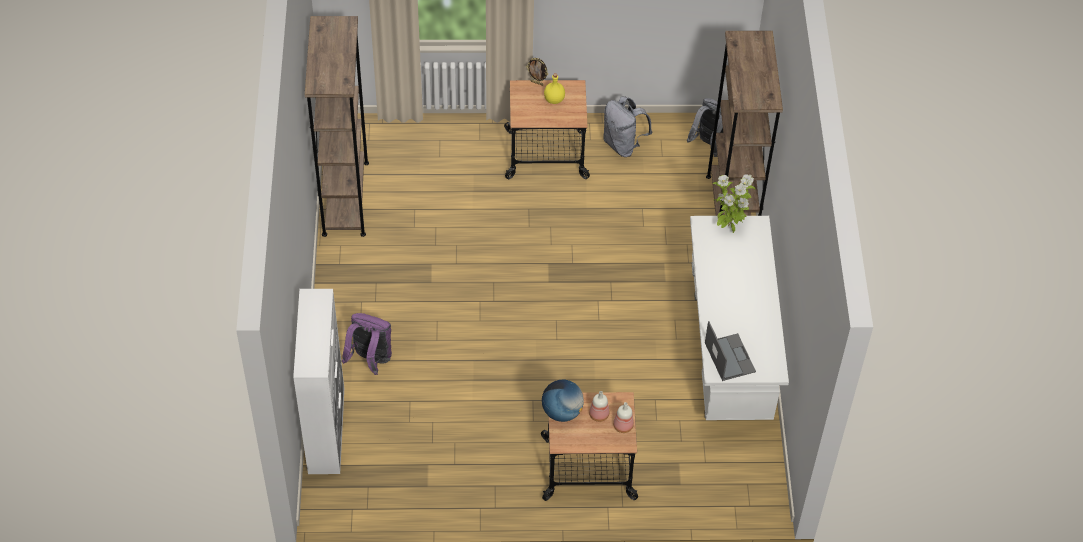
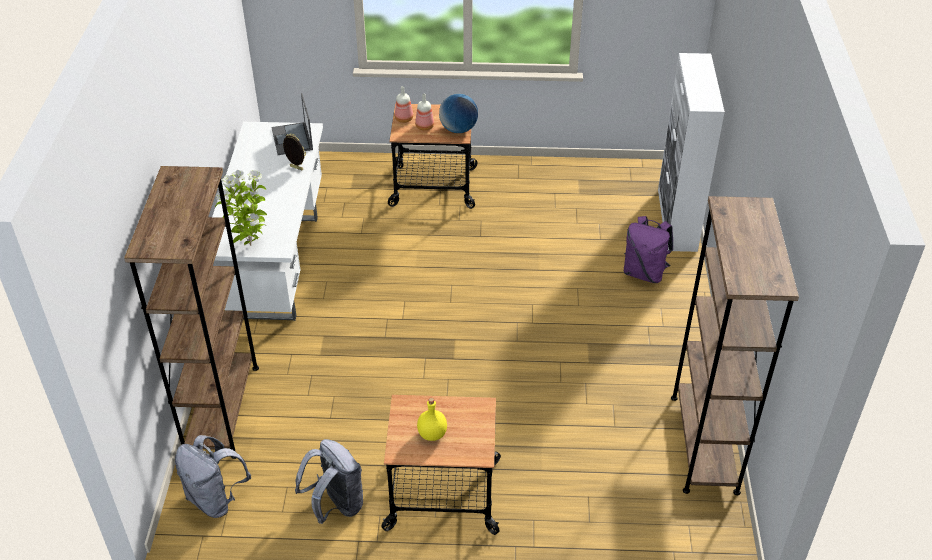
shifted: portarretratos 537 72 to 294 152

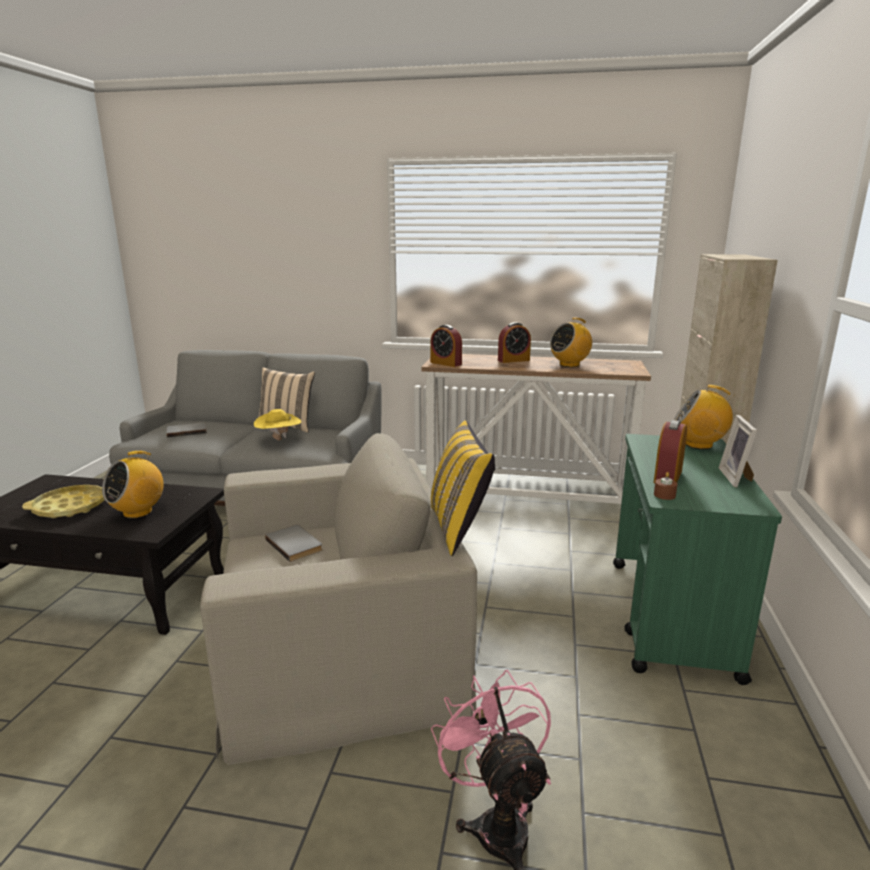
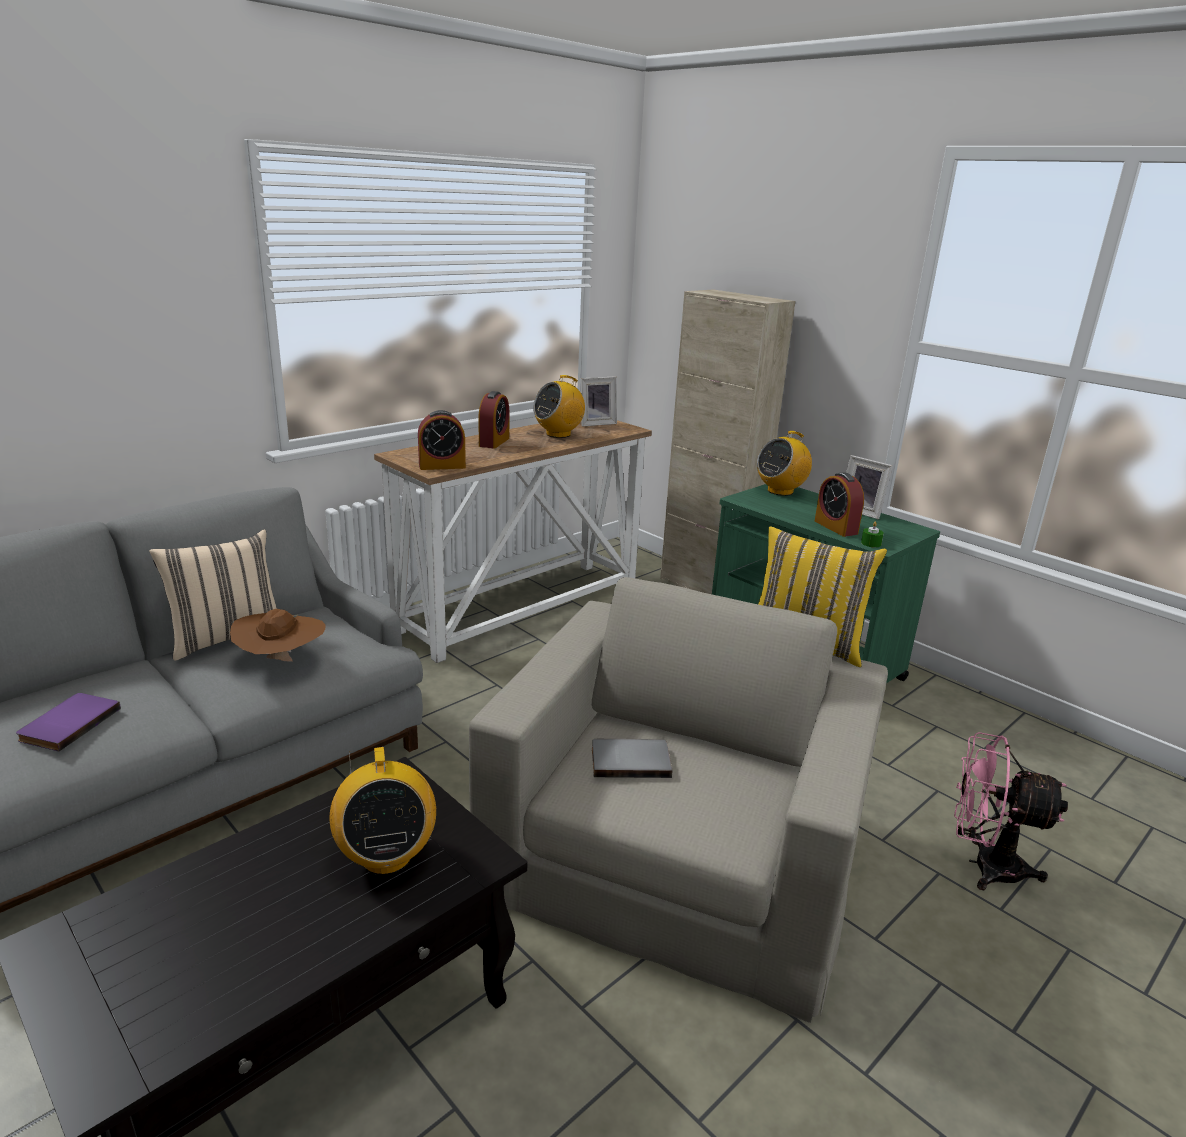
gone: bandeja/amarillo 63 501
new: portarretratos 599 401
repainted: libro/gris 186 430 to libro/morado 68 722; sombrero/amarillo 277 425 to sombrero/marrón 278 635; vela/marrón 666 486 to vela/verde 872 534
rotated: radio 571 342 = 559 406 45 degrees clockwise

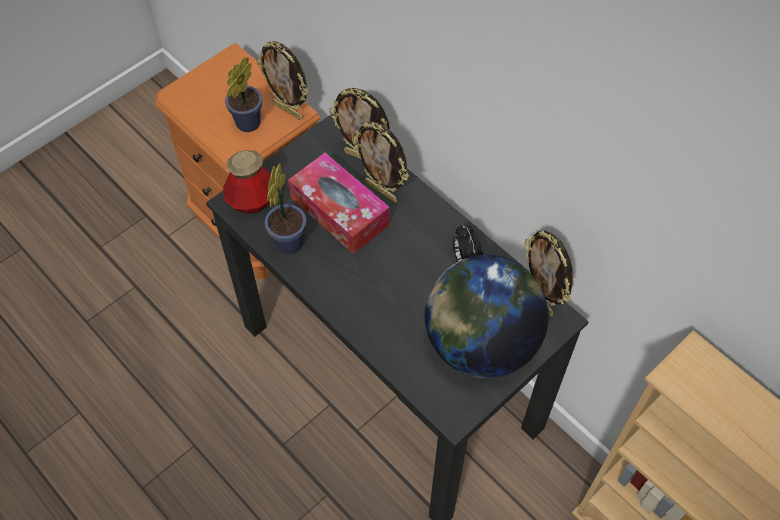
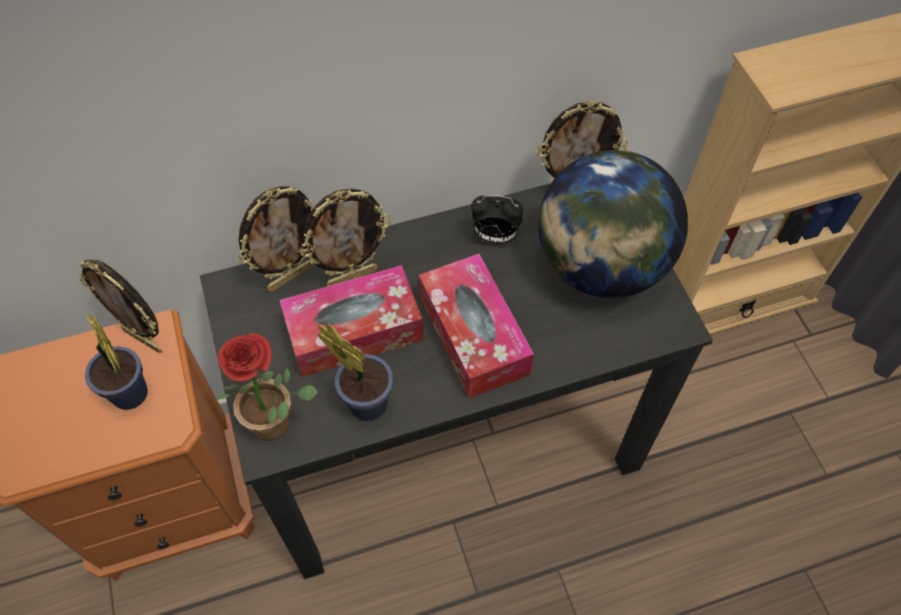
new: caja de pañuelos 476 326
swapped: botella 247 182 to planta en maceta 267 387
rotated: portarretratos 282 80 = 120 306 60 degrees clockwise

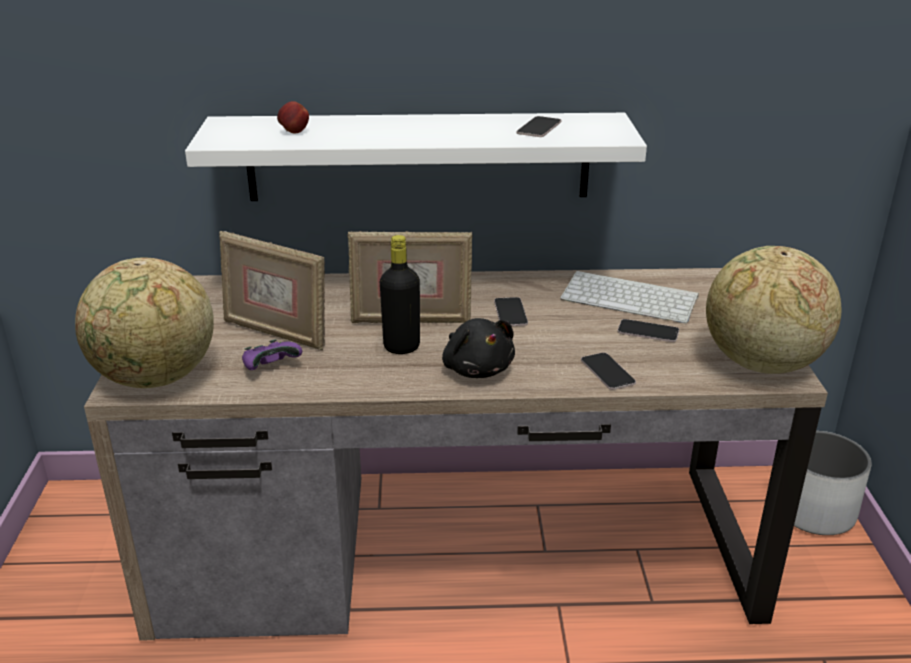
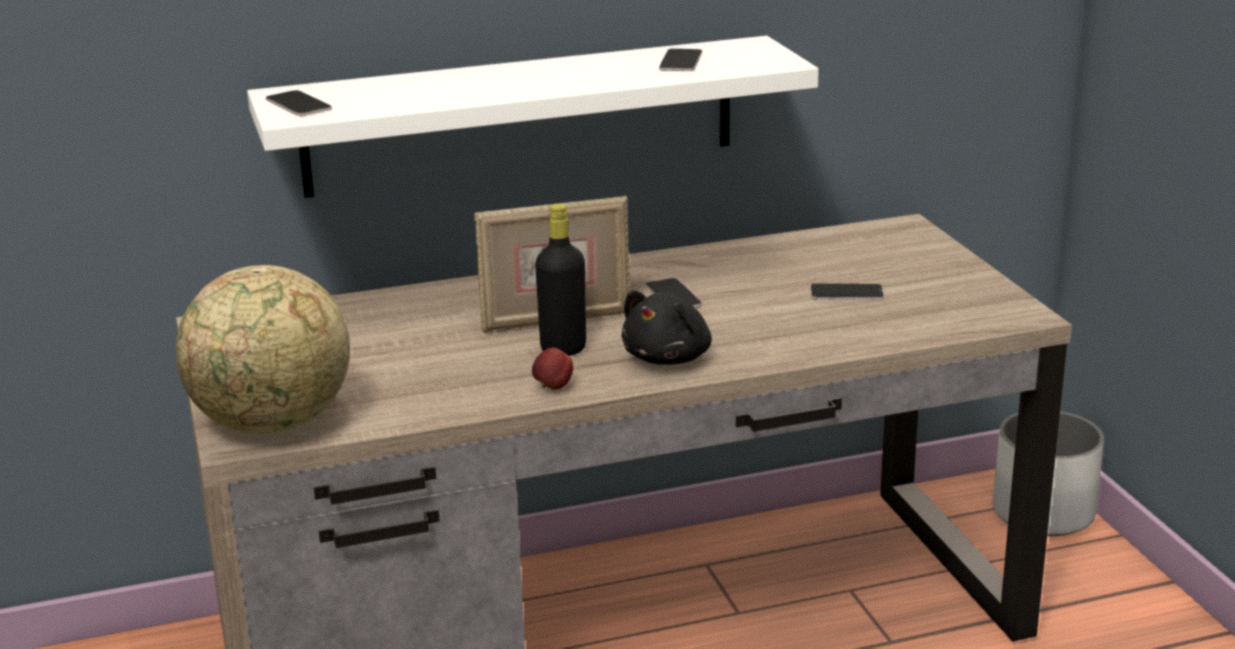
gone: portarretratos 272 290; mando de consola/morado 272 354; teclado 629 297; globo terráqueo 773 310
shifted: manzana 293 117 to 552 369; móvil 608 371 to 299 103
rotated: peluche/negro 478 348 = 666 327 75 degrees clockwise

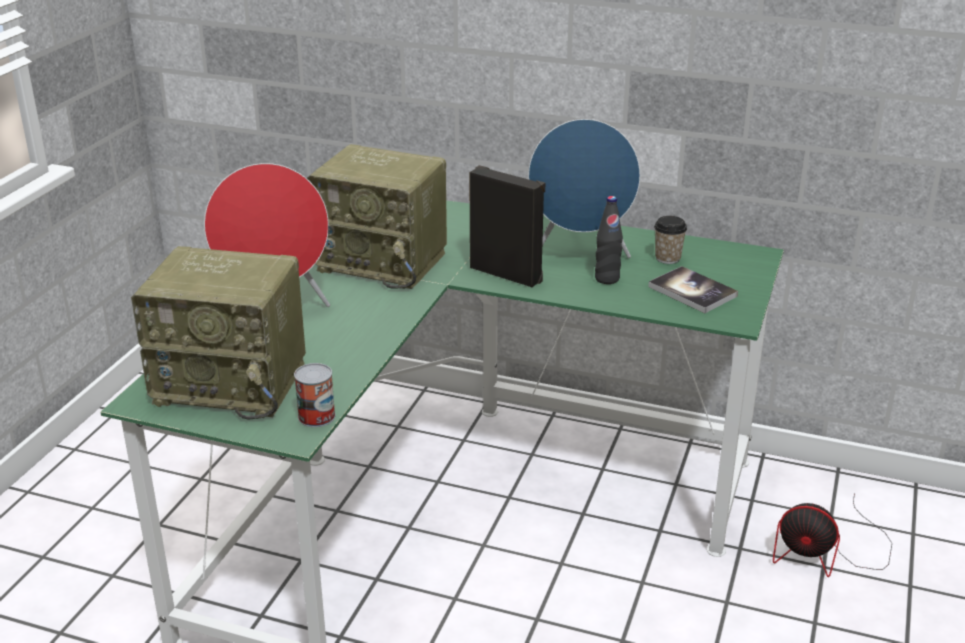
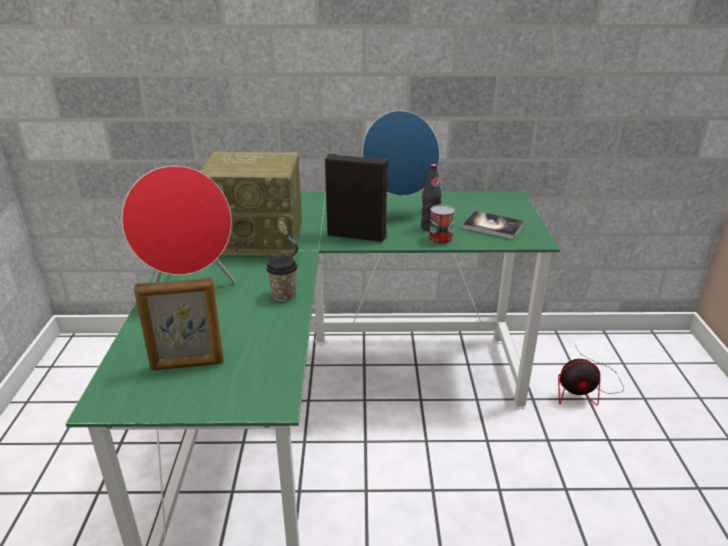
shifted: lata 314 395 to 442 225; taza 670 240 to 282 279
swapped: radio 218 333 to portarretratos 178 324

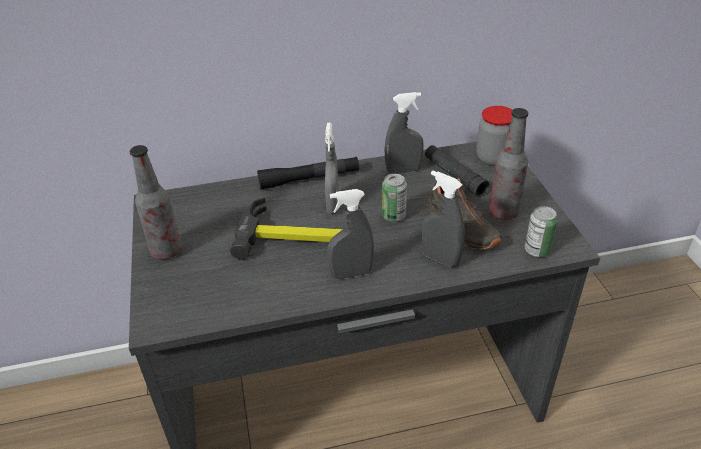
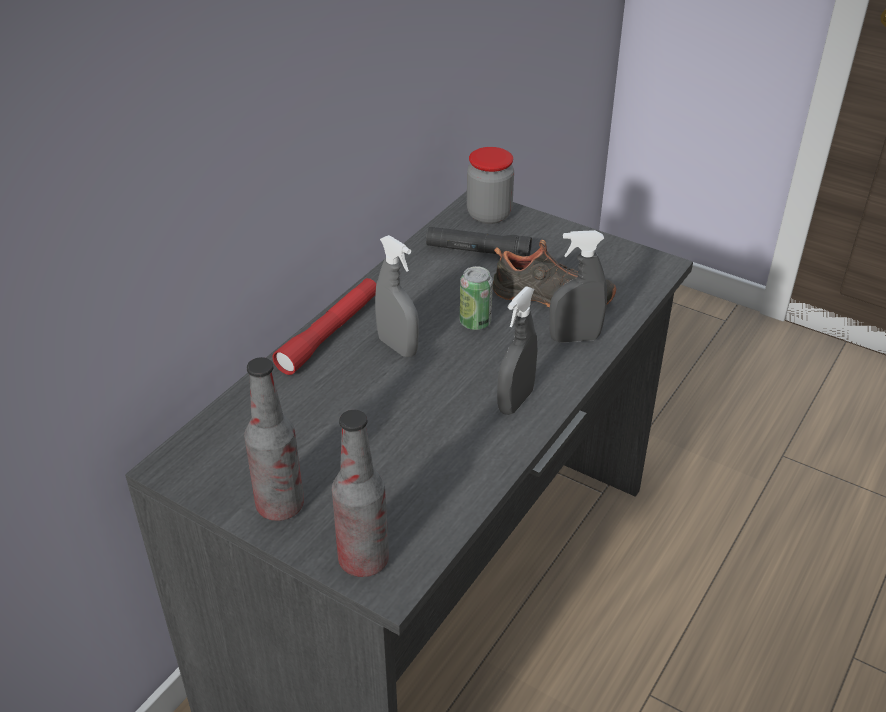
gone: martillo 286 229; pulverizador/gris 404 133; lata 541 231
shifted: botella 508 164 to 360 493
repainted: linterna/negro 308 173 to linterna/rojo 324 326

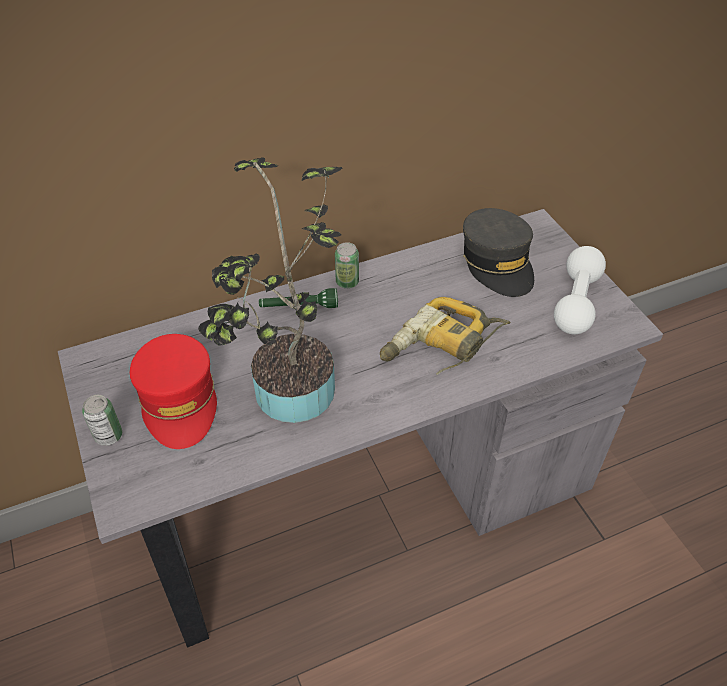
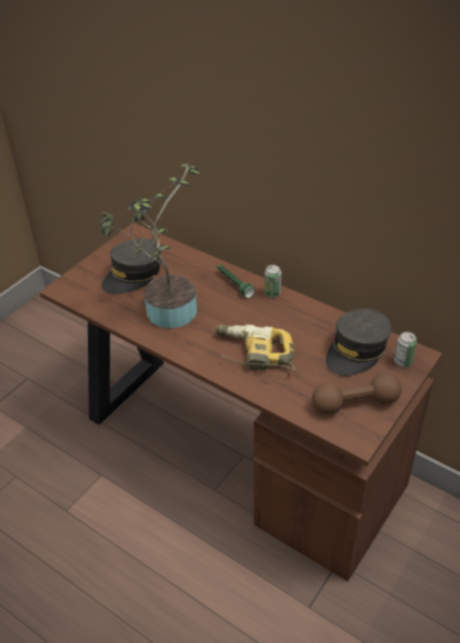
shifted: lata 102 420 to 405 349
repainted: escritorio/gris 360 428 to escritorio/marrón 240 402; gorra/rojo 173 391 to gorra/gris 132 266; mancuerna/blanco 580 290 to mancuerna/marrón 357 393

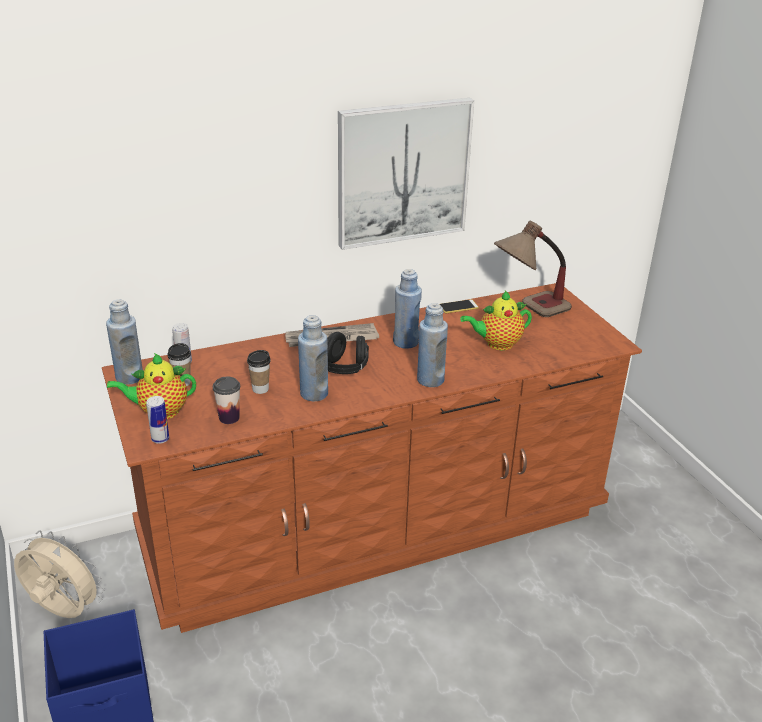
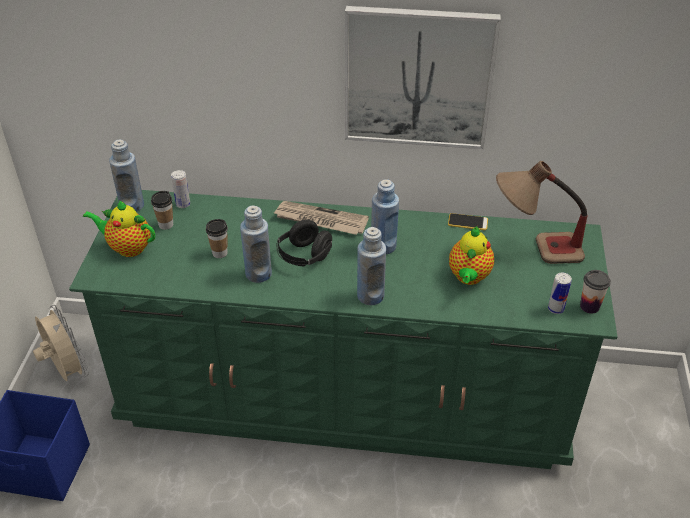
shifted: lata 157 420 to 560 293; taza 226 400 to 595 292
repainted: cómoda/marrón 372 458 to cómoda/verde 343 329
rotated: tetera 496 320 = 471 255 90 degrees counterclockwise

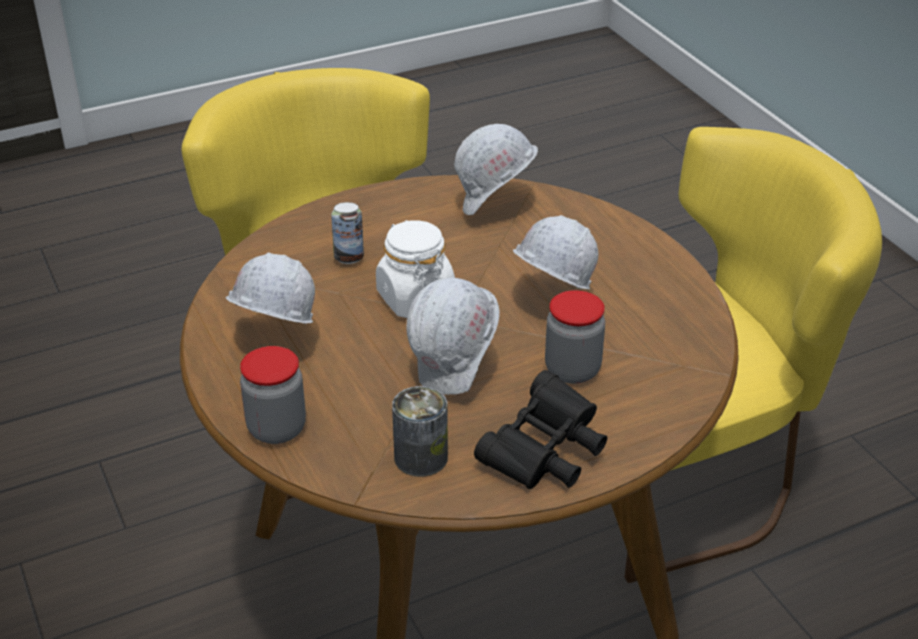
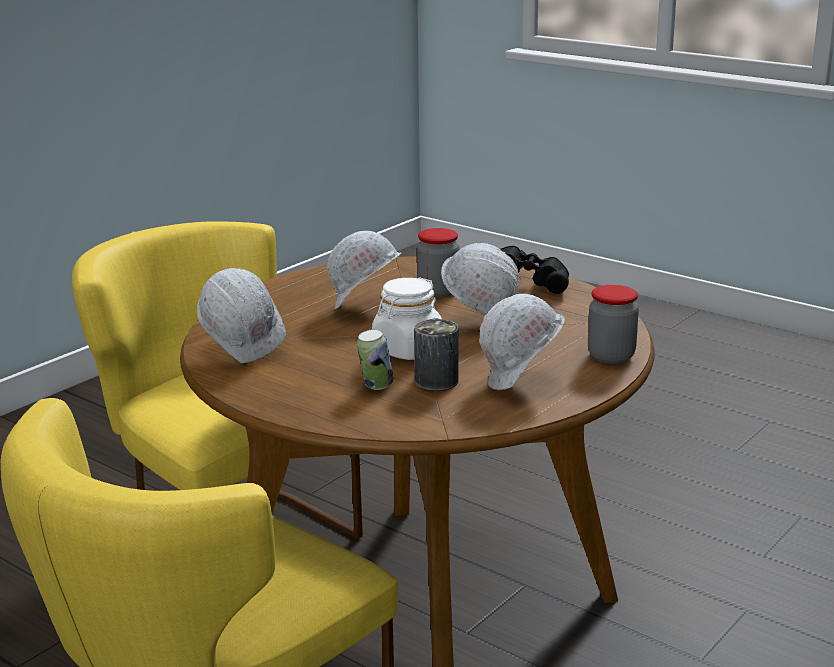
shifted: lata 420 431 to 436 355

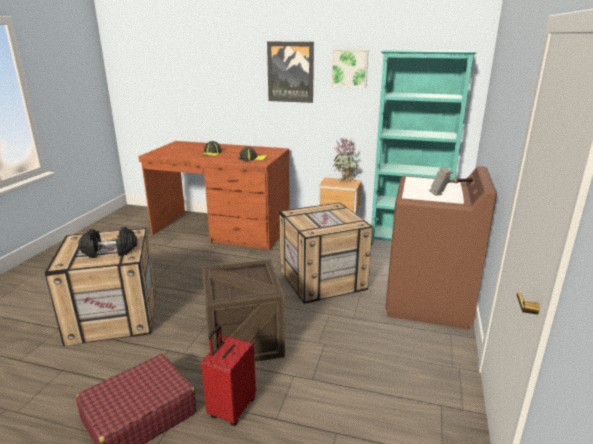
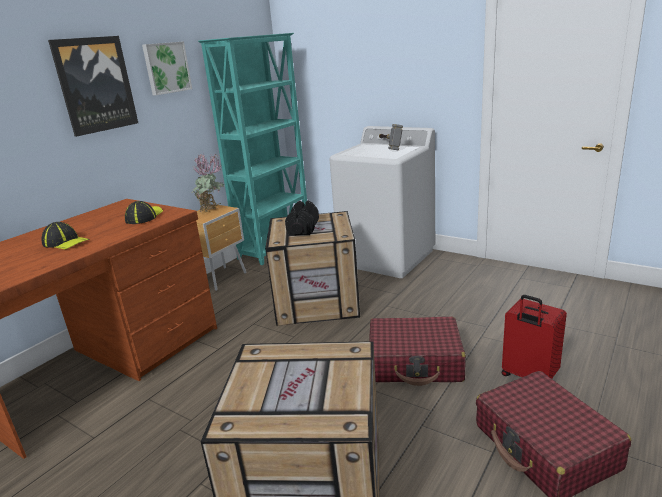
shifted: mancuerna/negro 107 242 to 302 218
swapped: caja de embalaje 243 311 to maleta/rojo 418 351
repainted: lavadora/marrón 441 248 to lavadora/blanco 382 202

